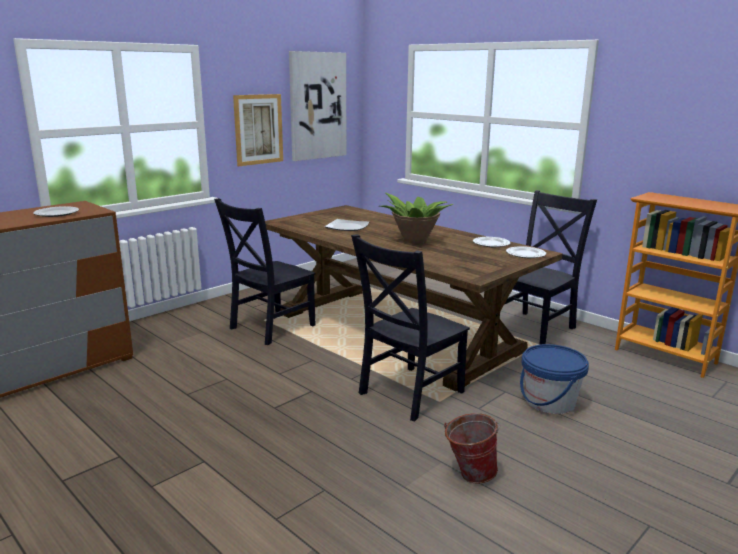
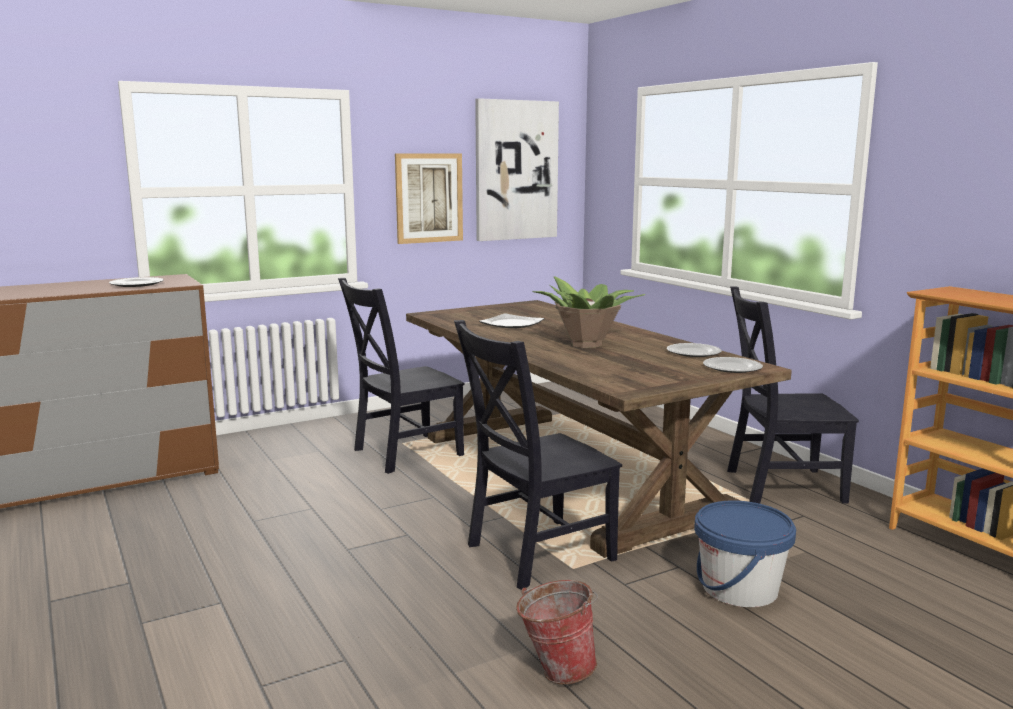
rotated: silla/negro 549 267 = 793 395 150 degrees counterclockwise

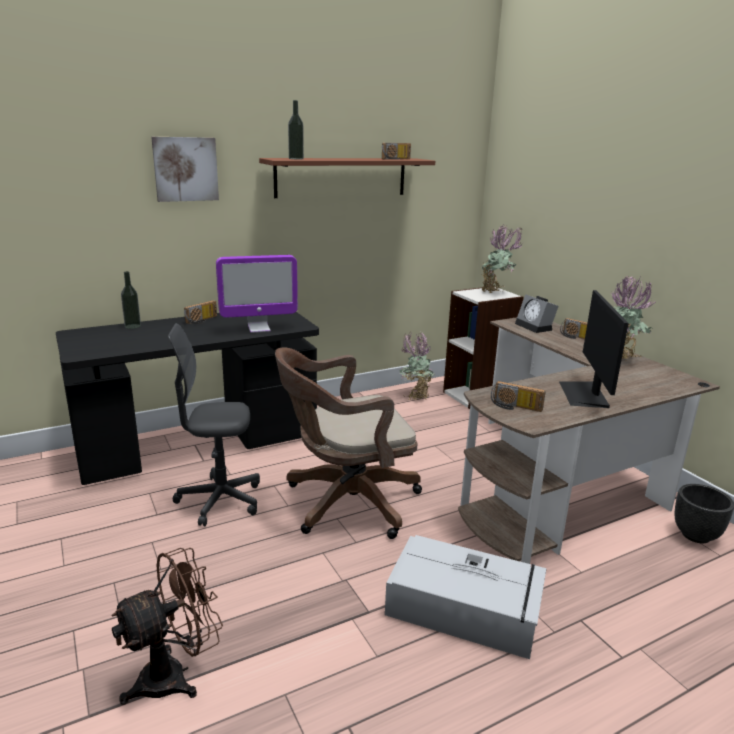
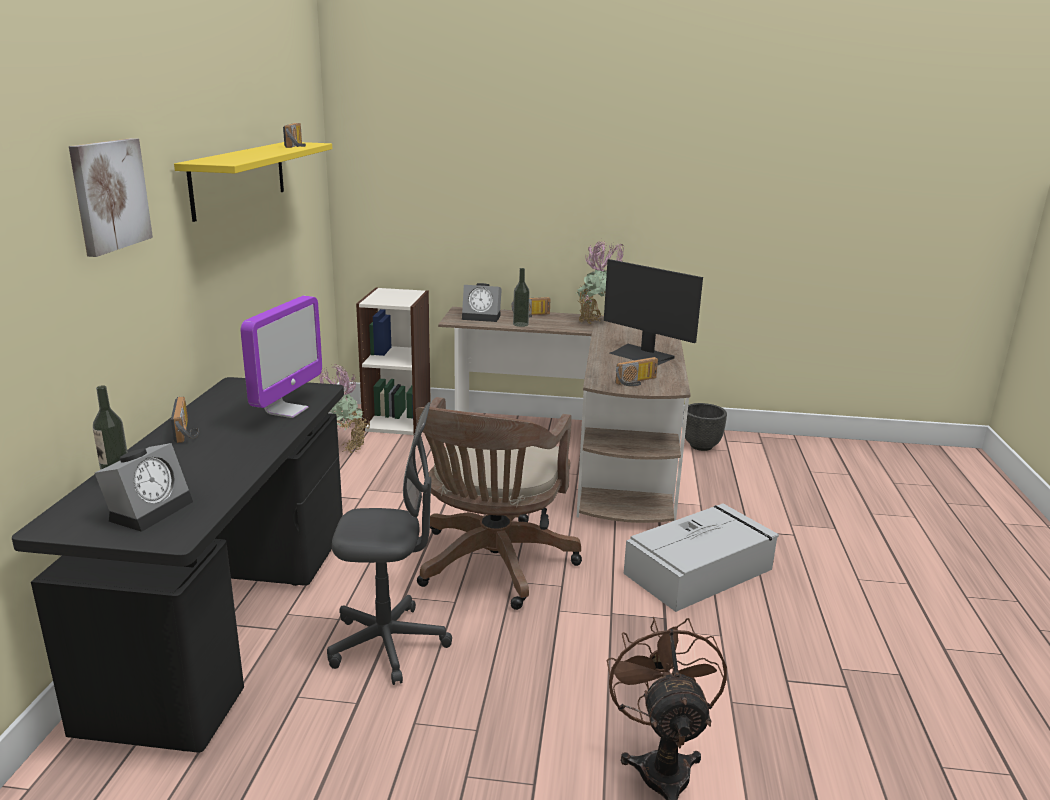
gone: planta en maceta 502 259
new: despertador 144 487
shifted: botella 296 129 to 521 297
repainted: estante/marrón 347 178 to estante/amarillo 253 182
rotated: silla de oficina/gris 214 424 = 389 543 120 degrees counterclockwise

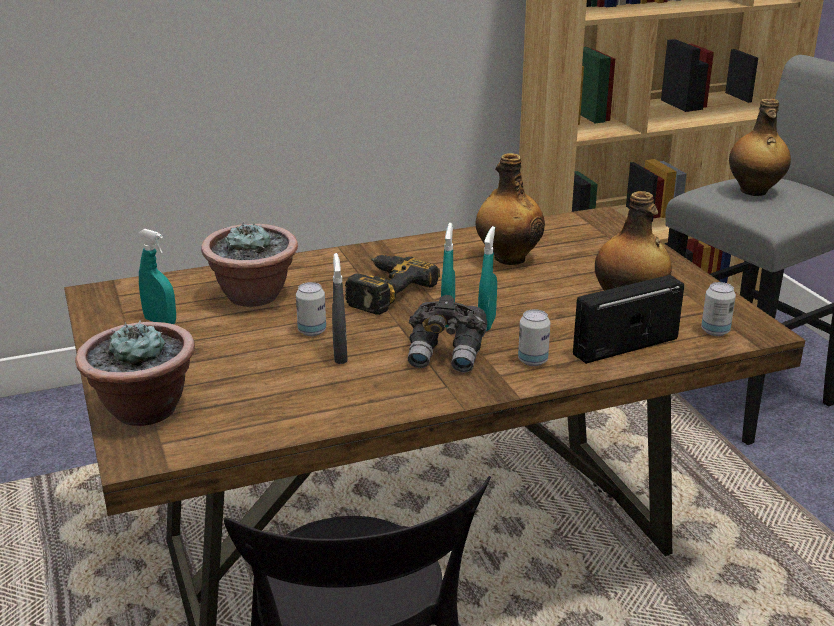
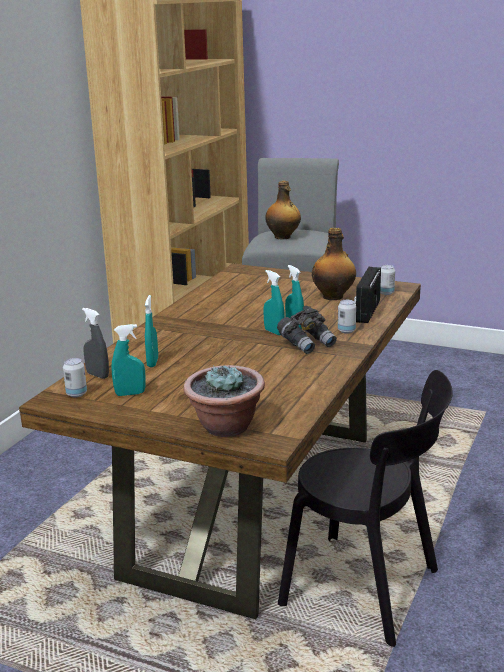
gone: taladro 392 285; botella 510 209
shifted: lata 311 309 to 75 377; pulverizador/gris 340 308 to 95 343
swapped: planta en maceta 249 264 to pulverizador/turquesa 151 331

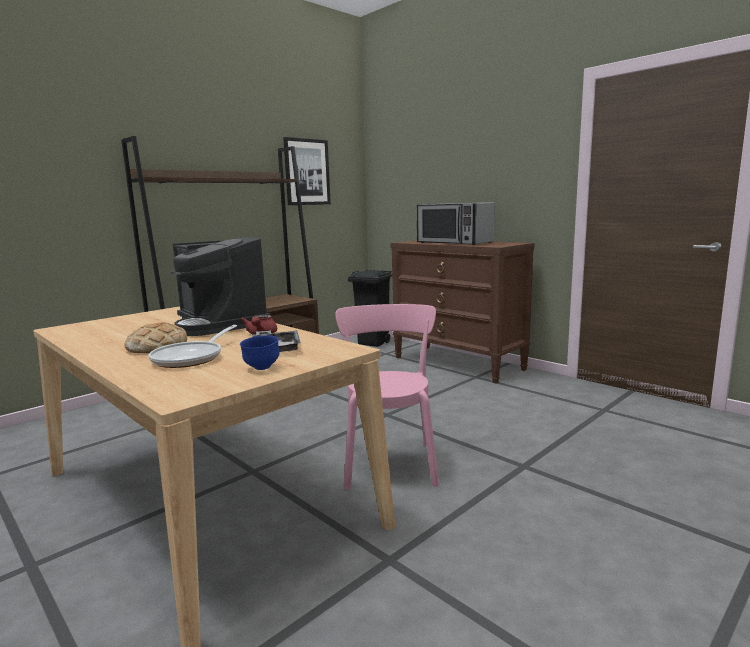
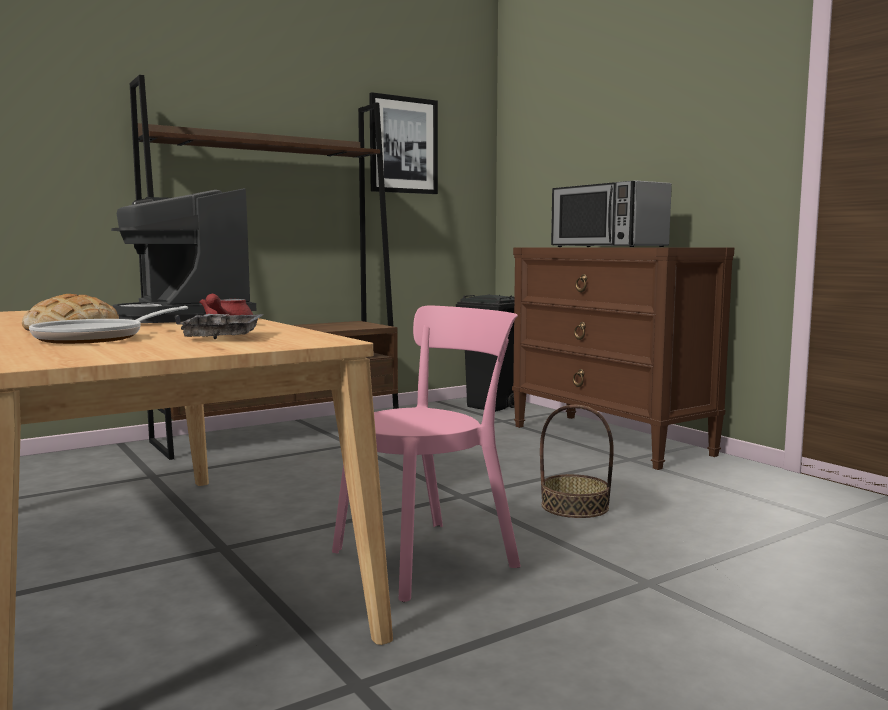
gone: cuenco/azul 259 352
new: cesta 577 461
rotated: silla/rosa 387 396 = 426 454 45 degrees clockwise

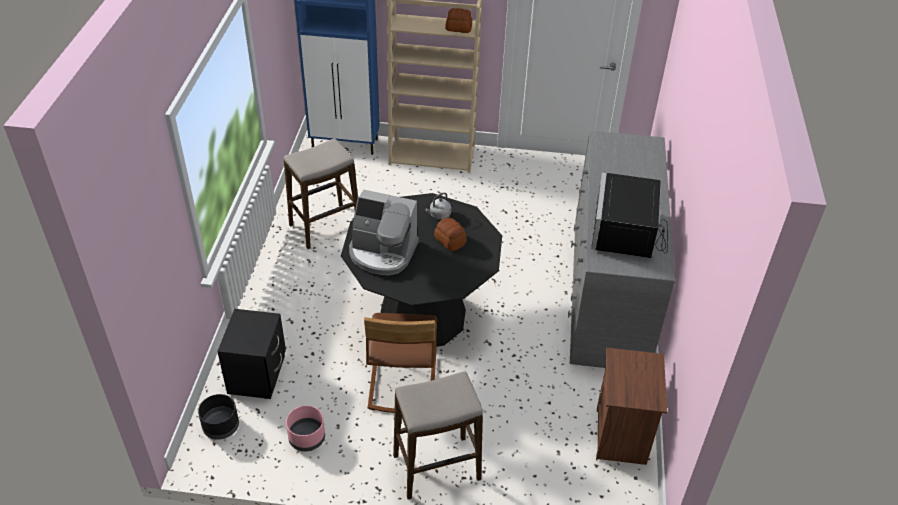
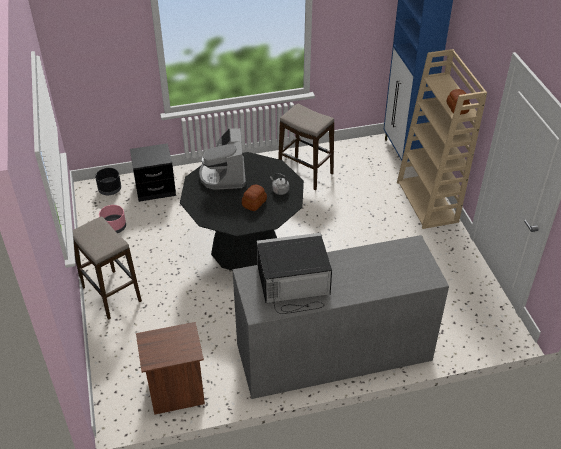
gone: silla/marrón 400 363

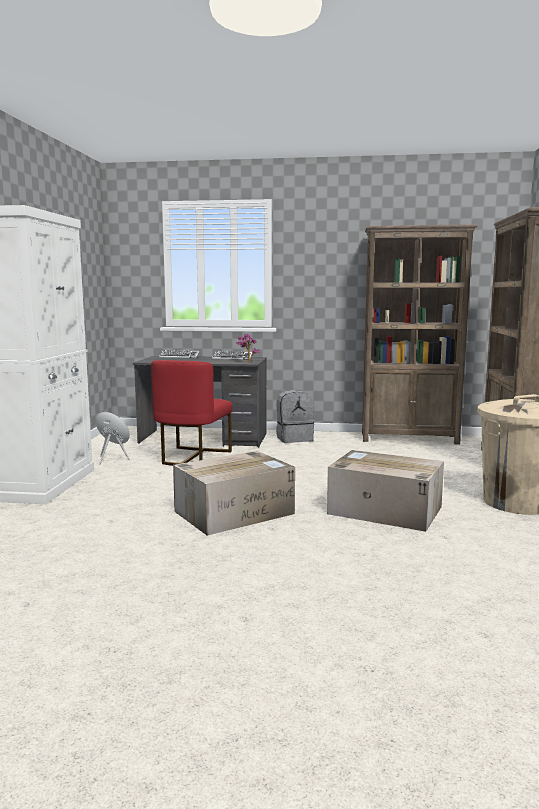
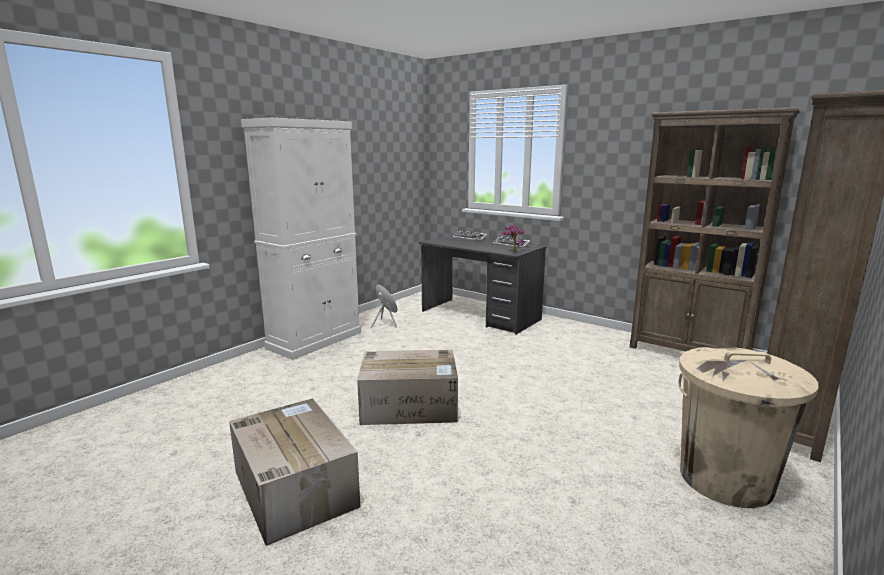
gone: silla/rojo 192 413; mochila/gris 295 416
shifted: caja de cartón 385 491 to 294 472

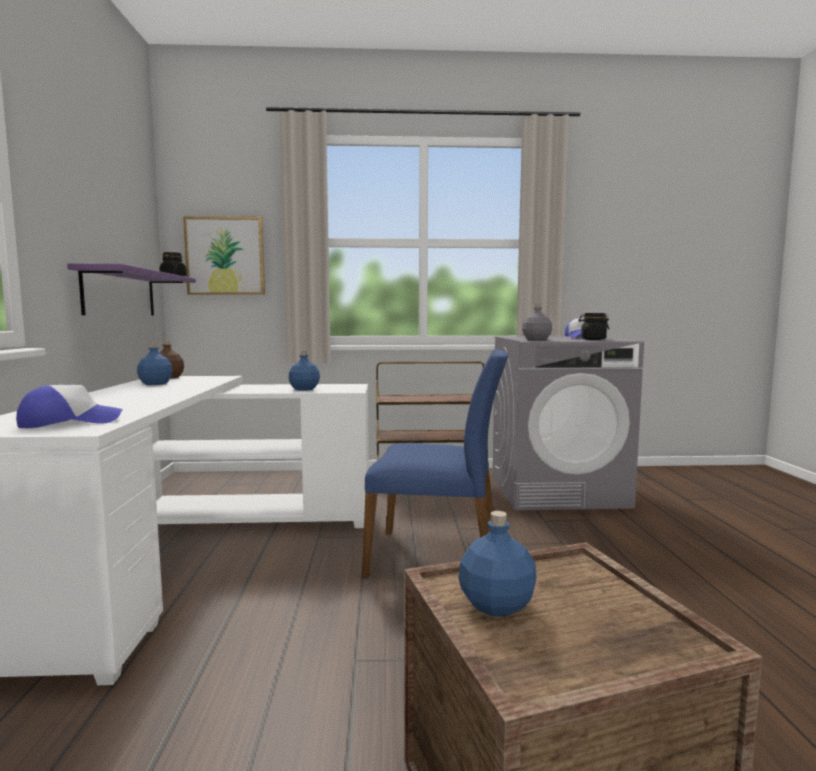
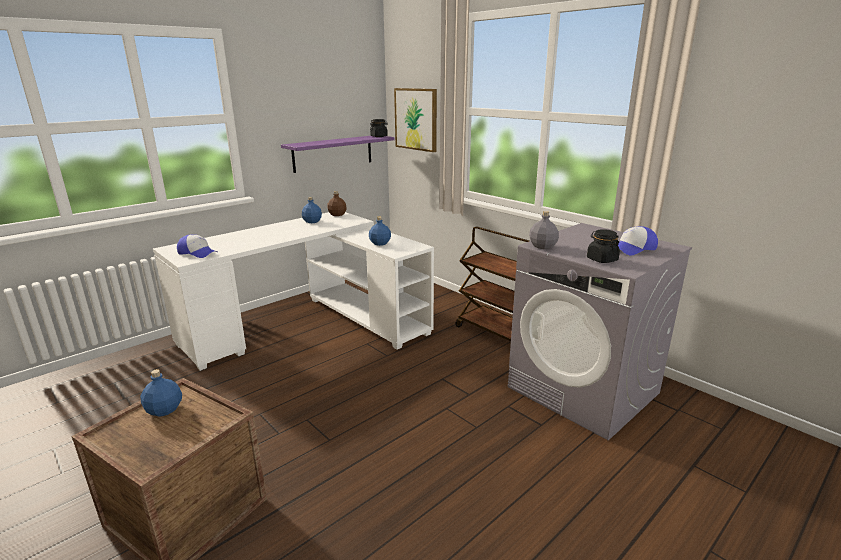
gone: silla/azul 435 463

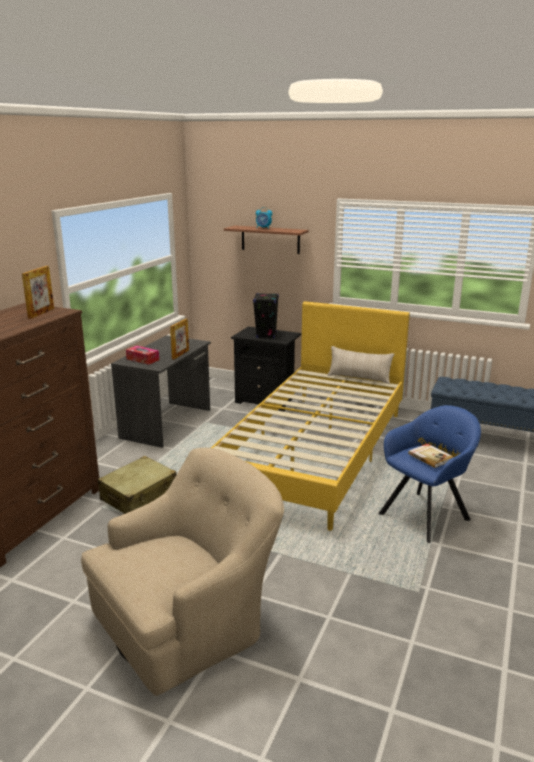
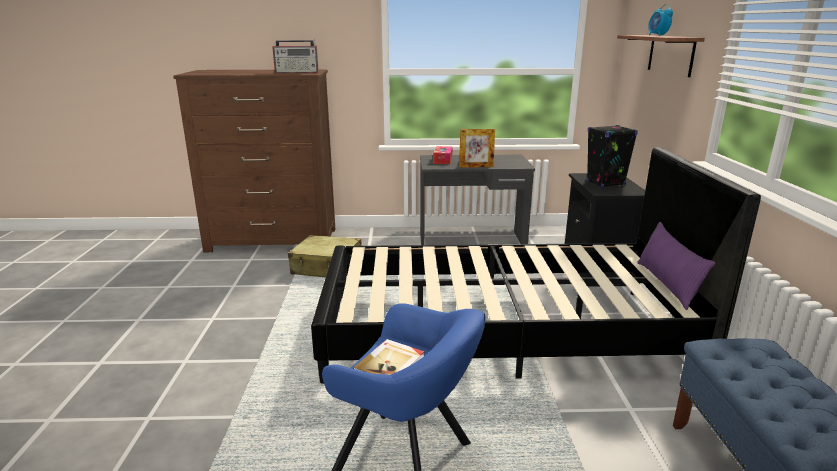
gone: sillón/beis 182 572
swapped: portarretratos 38 292 to radio 295 56
repainted: cama/amarillo 310 416 to cama/negro 536 265; cojín/beis 361 365 to cojín/morado 676 266

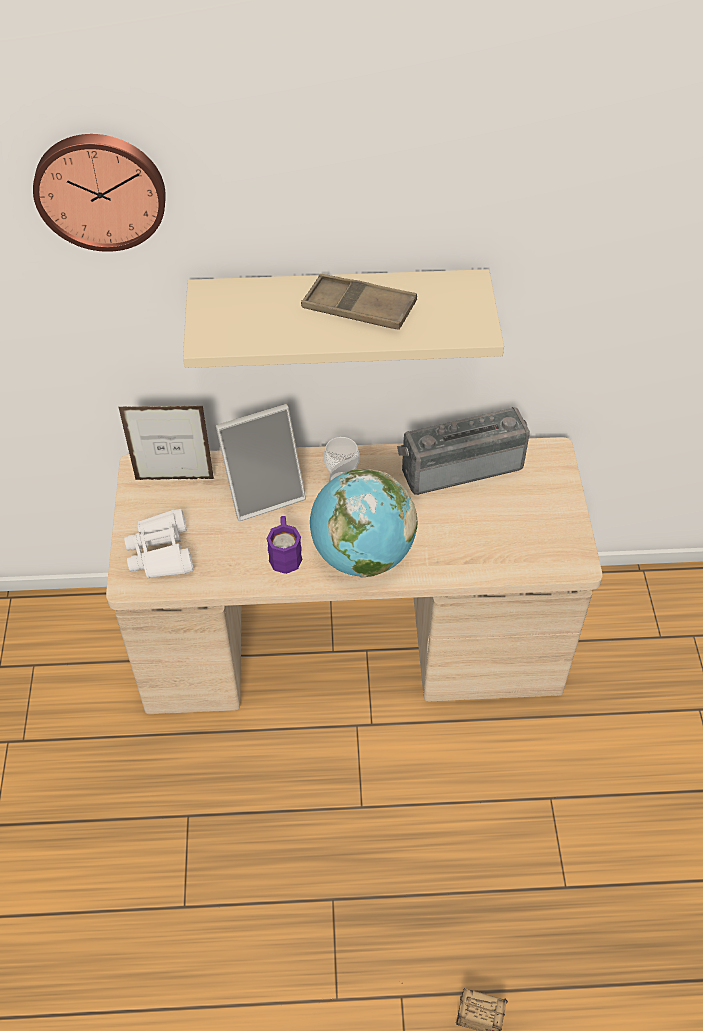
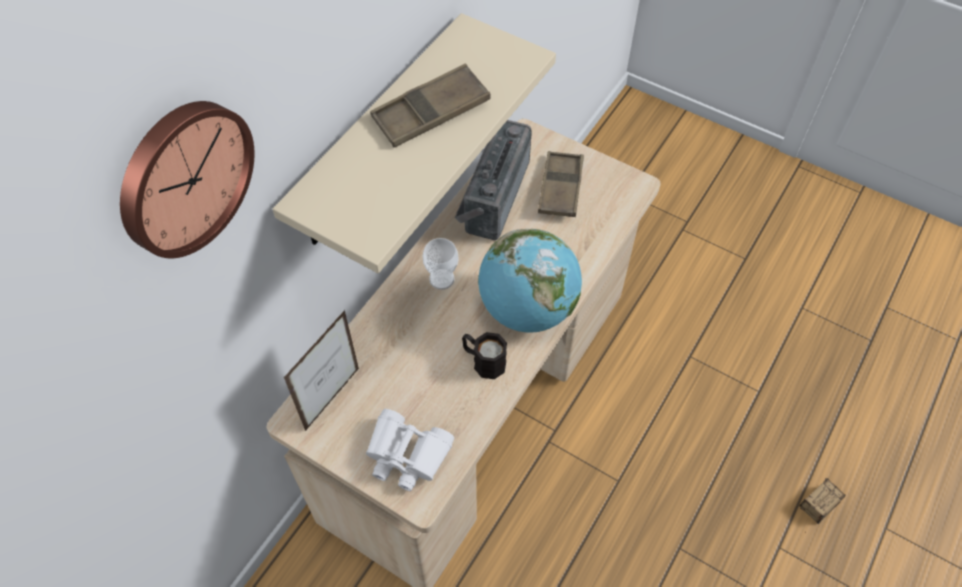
gone: portarretratos 261 462
new: bandeja/marrón 561 184
repainted: taza grande/morado 284 545 to taza grande/negro 484 355

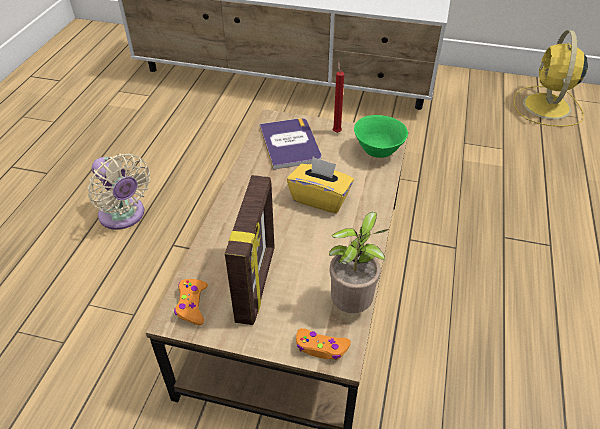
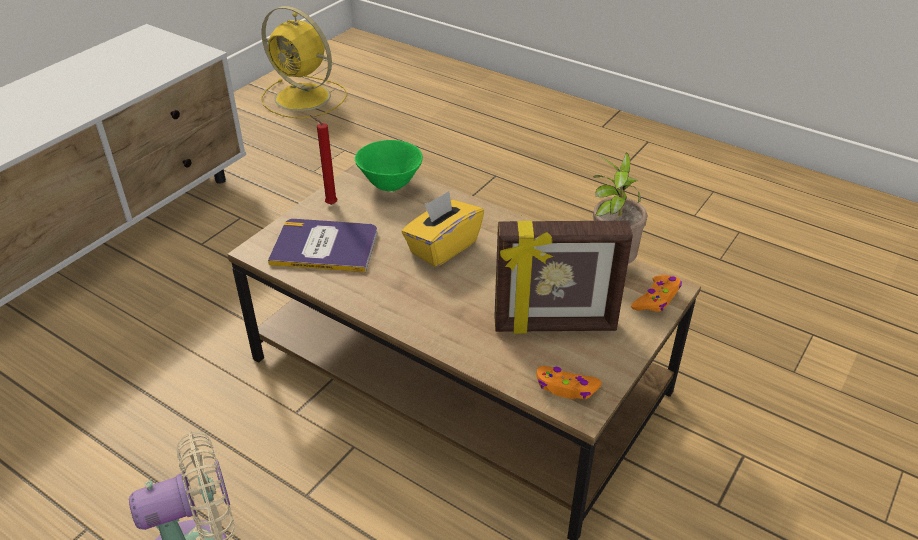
rotated: portarretratos 250 250 = 563 277 150 degrees clockwise

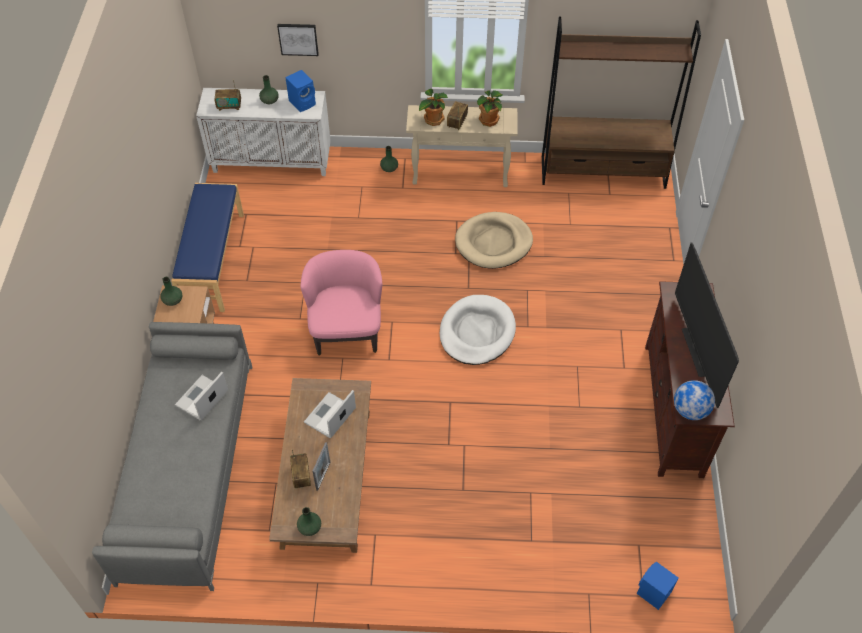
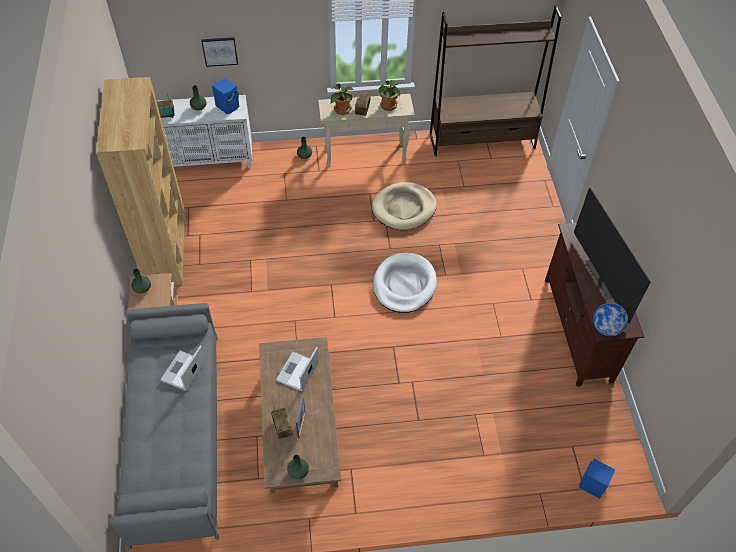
gone: sillón/rosa 341 302
swapped: banco/azul 207 247 to estantería/marrón 141 181

